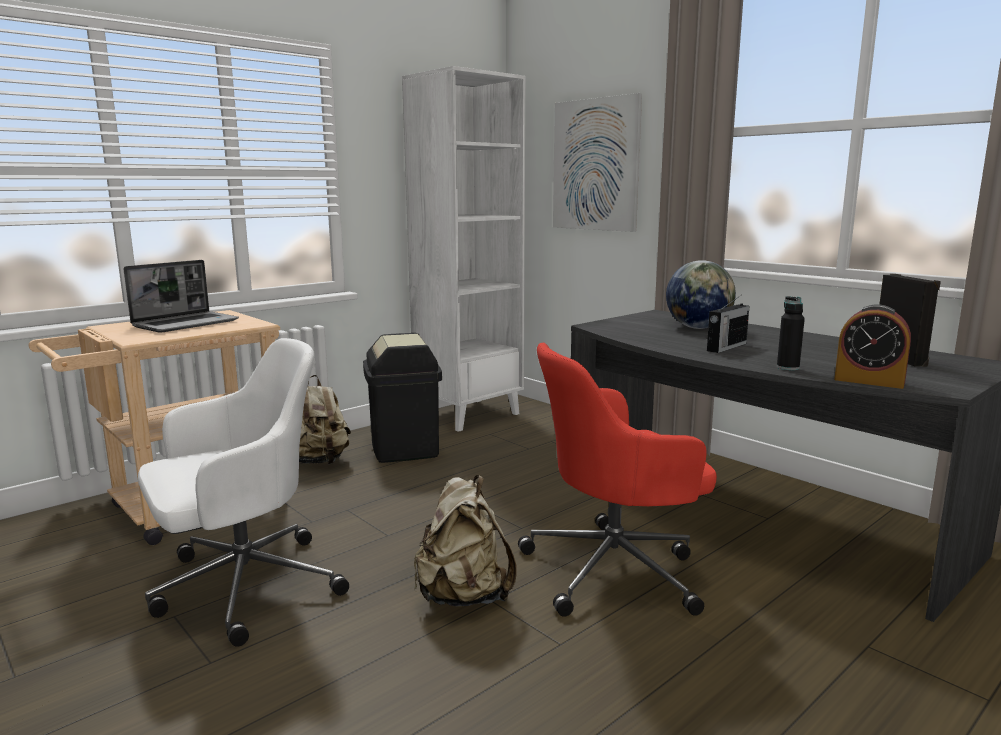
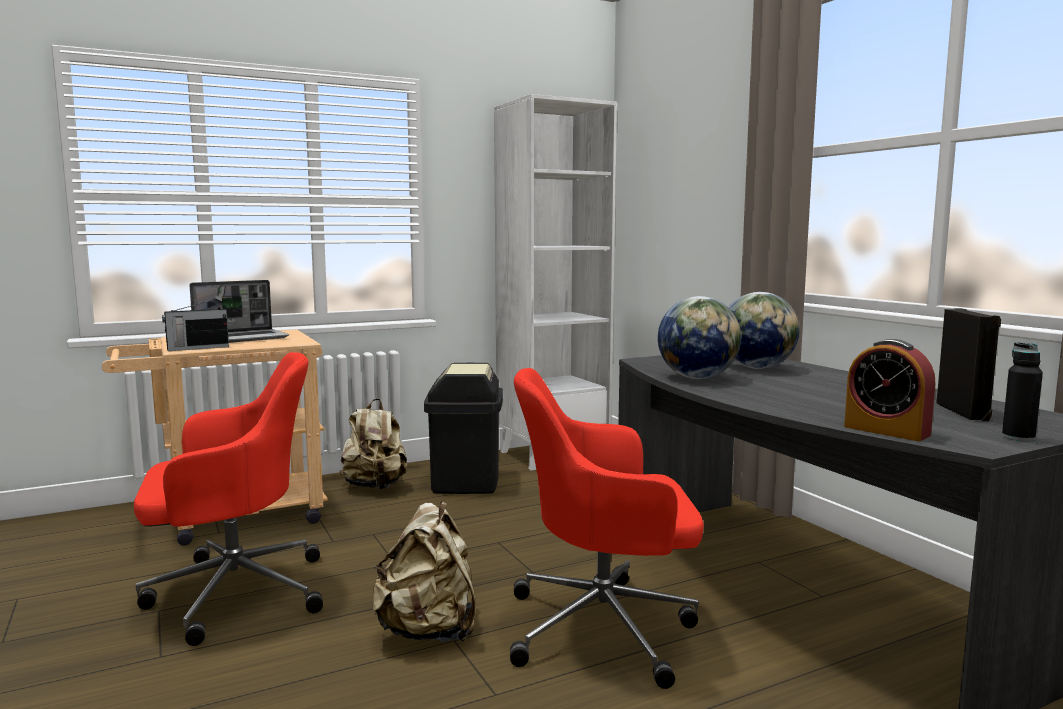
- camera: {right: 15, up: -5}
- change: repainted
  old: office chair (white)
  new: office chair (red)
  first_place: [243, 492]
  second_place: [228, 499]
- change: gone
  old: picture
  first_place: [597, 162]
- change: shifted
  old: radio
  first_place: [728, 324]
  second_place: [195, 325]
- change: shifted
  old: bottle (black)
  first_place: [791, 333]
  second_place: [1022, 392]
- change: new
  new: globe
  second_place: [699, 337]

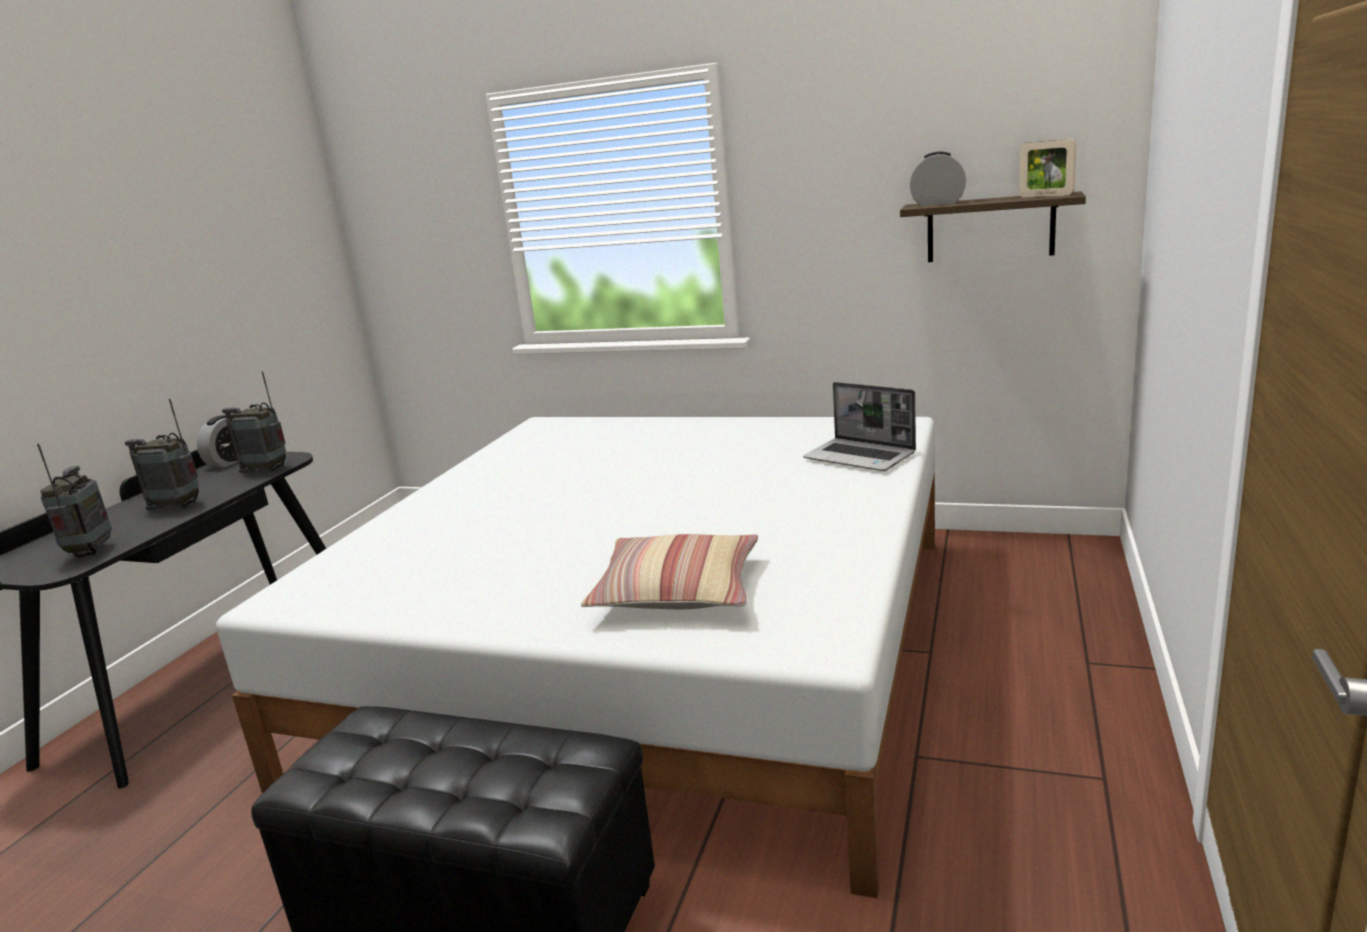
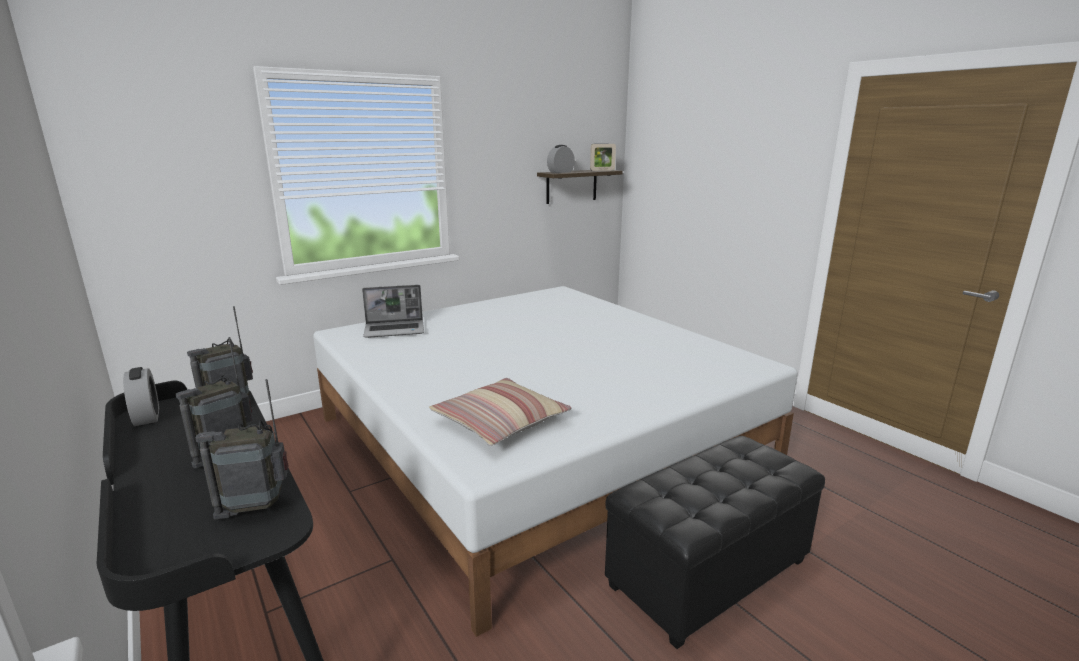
- camera: {right: -55, up: 0}
- change: rotated
  old: radio
  first_place: [74, 500]
  second_place: [242, 449]
  degrees: -45
- change: shifted
  old: pillow
  first_place: [669, 571]
  second_place: [500, 412]
- change: shifted
  old: laptop
  first_place: [859, 426]
  second_place: [393, 311]

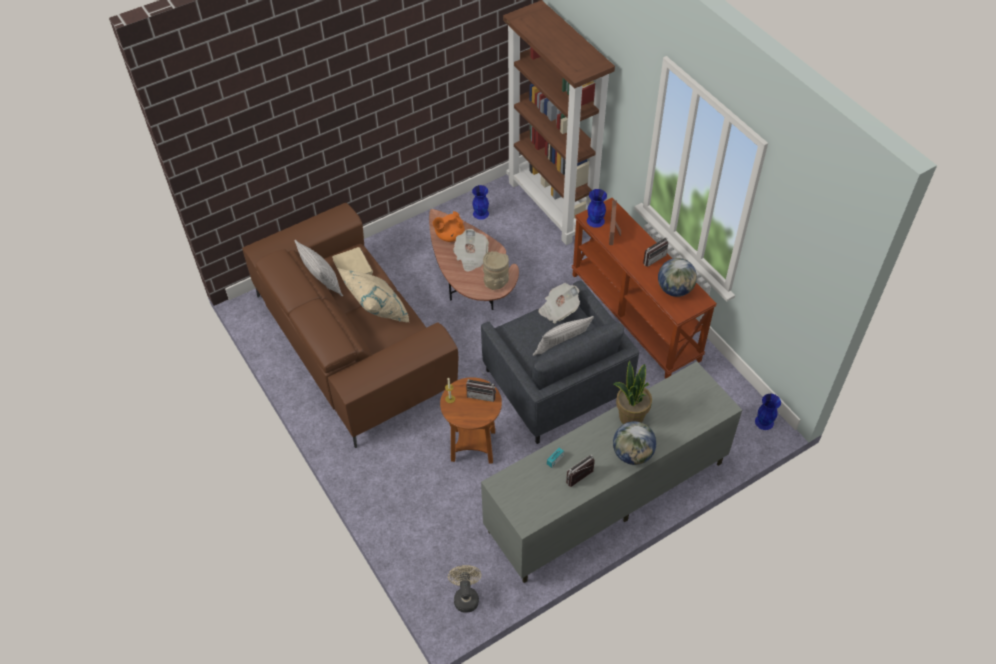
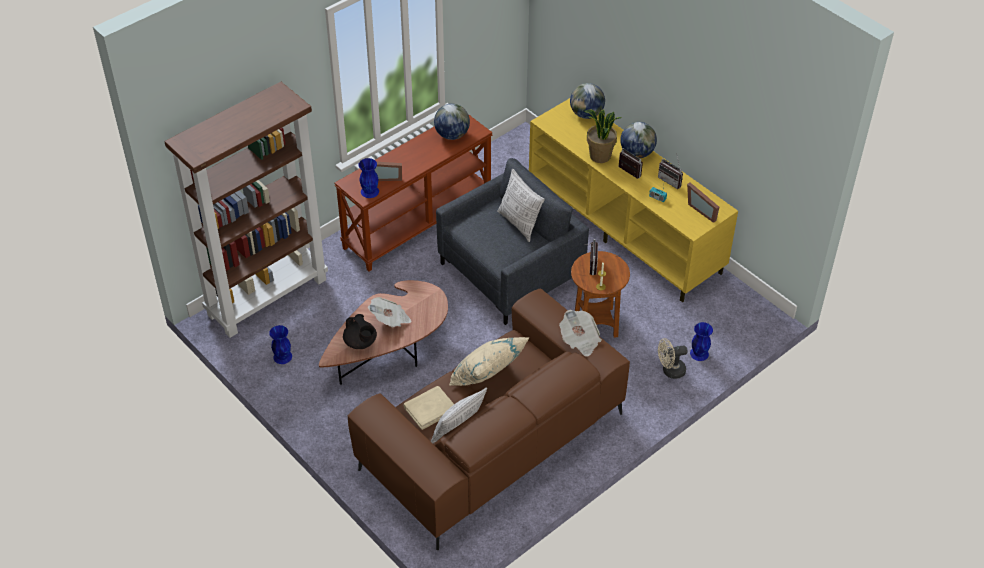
- camera: {right: -100, up: -5}
- change: repainted
  old: teapot (orange)
  new: teapot (black)
  first_place: [448, 226]
  second_place: [360, 331]
- change: shifted
  old: fan (beige)
  first_place: [465, 589]
  second_place: [673, 358]
- change: repainted
  old: tv stand (grey)
  new: tv stand (yellow)
  first_place: [611, 472]
  second_place: [633, 200]
- change: gone
  old: vase (beige)
  first_place: [496, 270]
- change: shifted
  old: newspaper
  first_place: [559, 303]
  second_place: [580, 333]
- change: shifted
  old: radio
  first_place: [655, 250]
  second_place: [631, 163]
- change: shifted
  old: vase (blue)
  first_place: [768, 412]
  second_place: [701, 341]
- change: new
  new: globe
  second_place: [587, 101]
- change: new
  new: picture frame
  second_place: [703, 202]

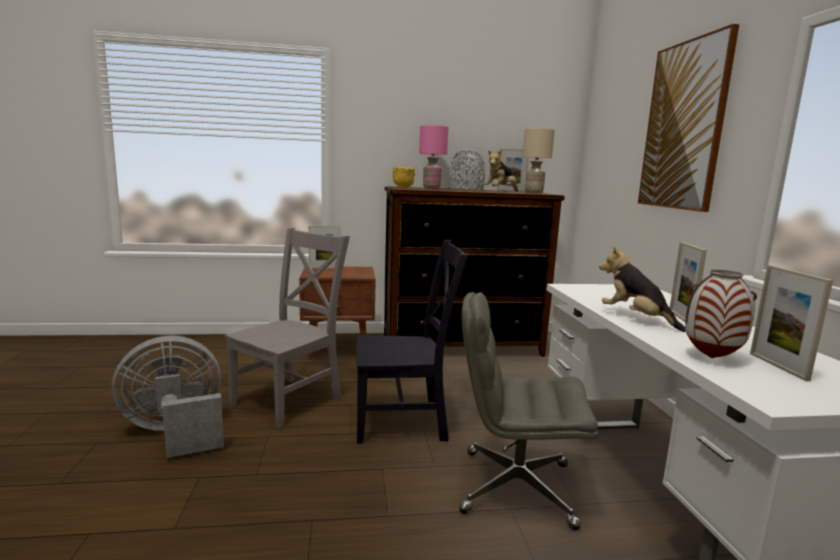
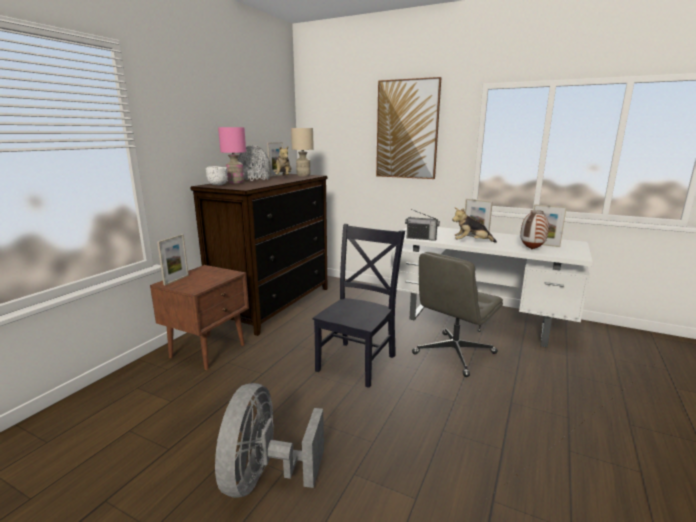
- camera: {right: -55, up: 5}
- change: gone
  old: chair (grey)
  first_place: [287, 328]
- change: repainted
  old: bowl (yellow)
  new: bowl (white)
  first_place: [403, 177]
  second_place: [217, 175]
- change: new
  new: radio
  second_place: [422, 225]

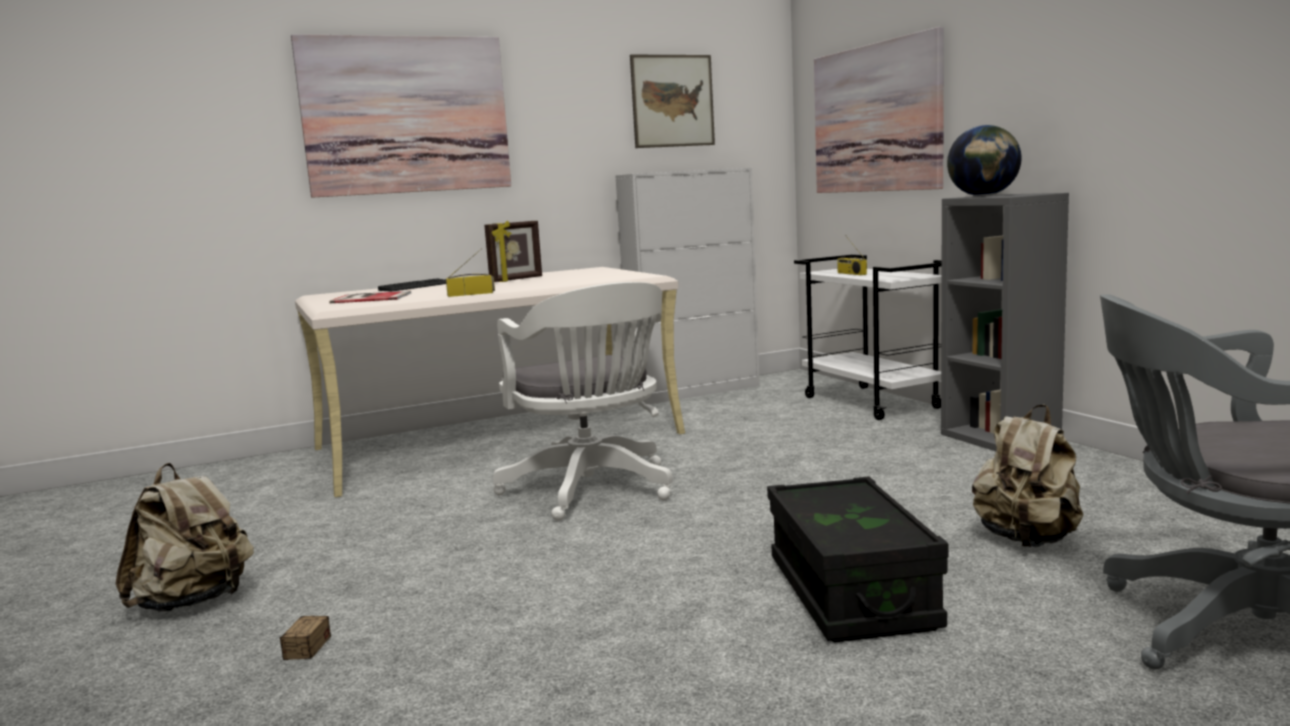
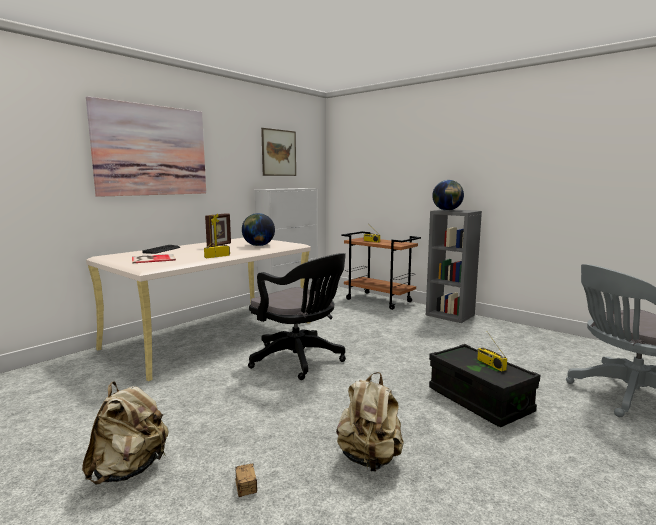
- camera: {right: -25, up: 0}
- change: repainted
  old: office chair (white)
  new: office chair (black)
  first_place: [583, 401]
  second_place: [297, 316]
- change: repainted
  old: cart (white)
  new: cart (brown)
  first_place: [868, 337]
  second_place: [381, 270]
- change: gone
  old: picture
  first_place: [879, 110]
- change: shifted
  old: backpack (beige)
  first_place: [1027, 475]
  second_place: [370, 421]
- change: new
  new: globe
  second_place: [258, 229]
- change: new
  new: radio
  second_place: [492, 352]

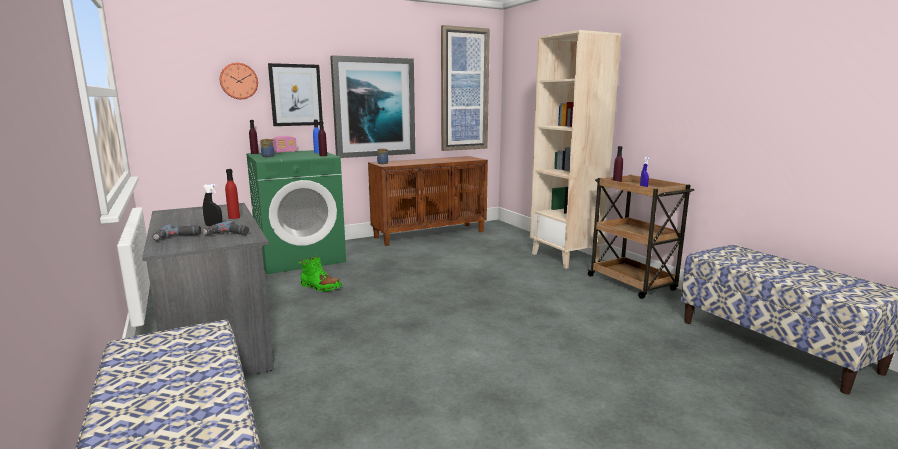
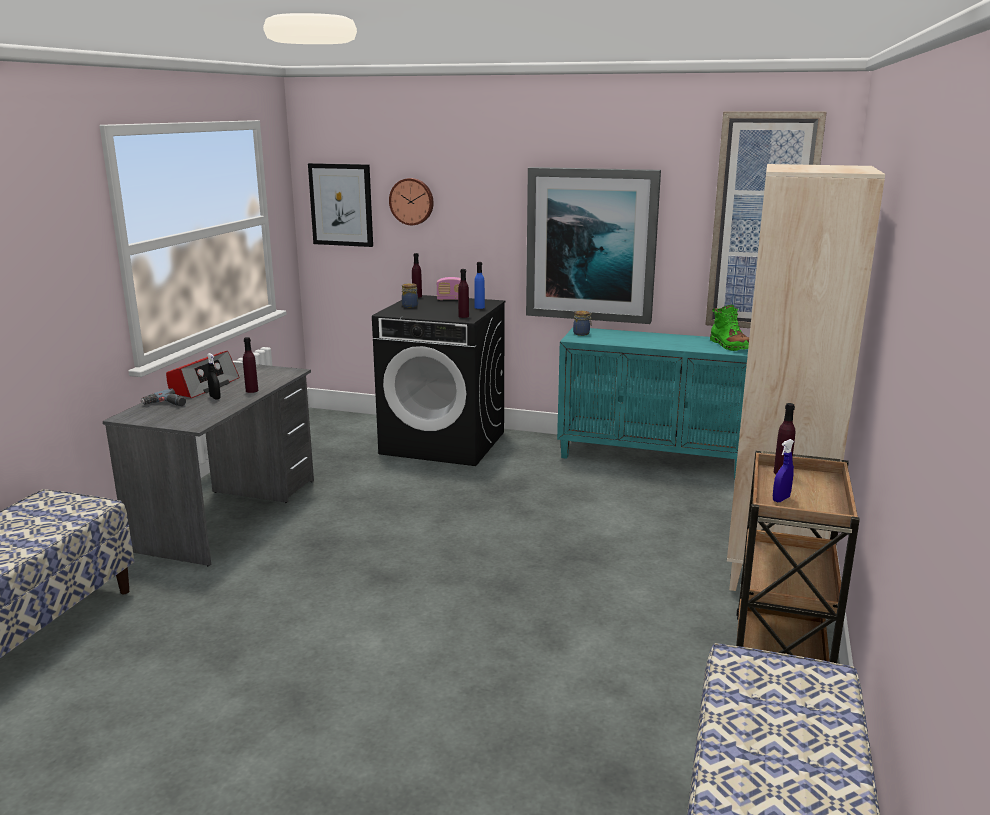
- camera: {right: 45, up: 5}
- change: gone
  old: power drill
  first_place: [226, 227]
- change: repainted
  old: bottle (red)
  new: bottle (purple)
  first_place: [232, 194]
  second_place: [250, 365]
- change: repainted
  old: washing machine (green)
  new: washing machine (black)
  first_place: [296, 212]
  second_place: [439, 380]
- change: shifted
  old: picture
  first_place: [295, 94]
  second_place: [340, 205]
- change: shifted
  old: boot (green)
  first_place: [320, 274]
  second_place: [729, 328]
- change: repainted
  old: cabinet (brown)
  new: cabinet (turquoise)
  first_place: [428, 201]
  second_place: [652, 403]
- change: new
  new: radio
  second_place: [203, 374]

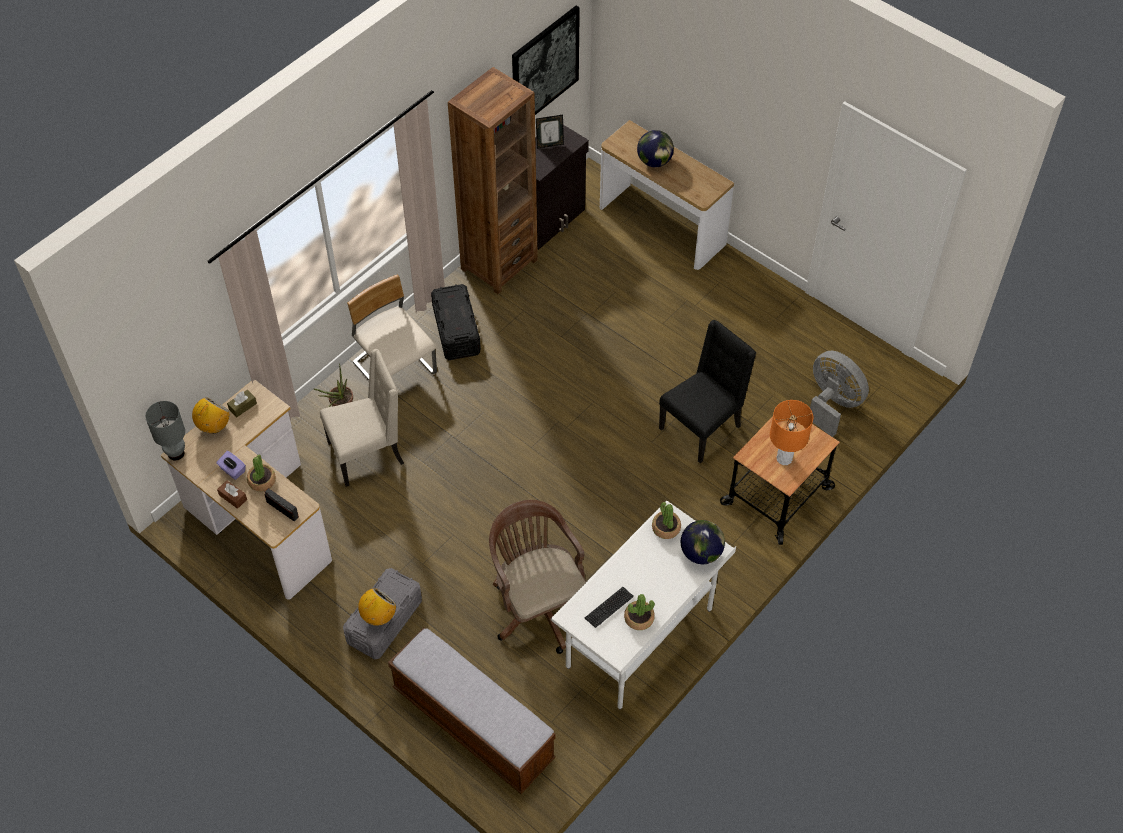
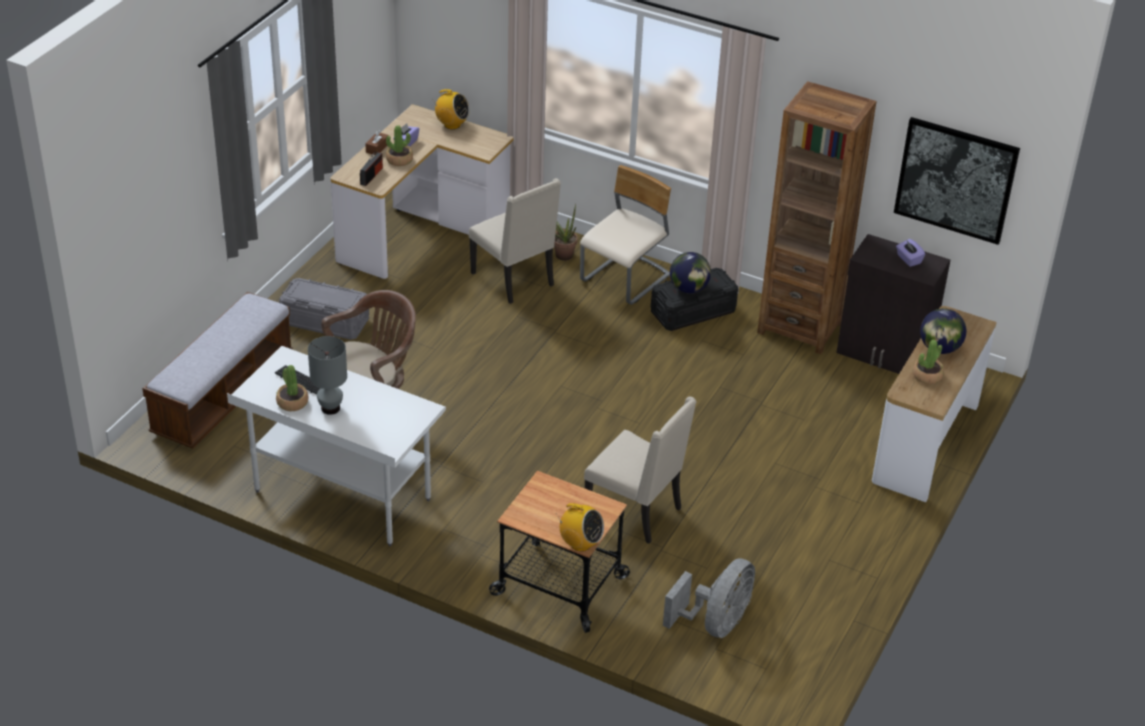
- camera: {right: 75, up: -15}
- change: shifted
  old: table lamp (grey)
  first_place: [165, 431]
  second_place: [327, 375]
- change: gone
  old: tissue box (brown)
  first_place: [242, 403]
- change: shifted
  old: radio
  first_place: [377, 607]
  second_place: [581, 527]
- change: swapped
  old: picture frame
  new: tissue box (purple)
  first_place: [550, 132]
  second_place: [910, 253]
- change: shifted
  old: potted plant
  first_place: [666, 520]
  second_place: [928, 362]
- change: repainted
  old: chair (black)
  new: chair (beige)
  first_place: [707, 391]
  second_place: [640, 470]
- change: shifted
  old: globe
  first_place: [703, 542]
  second_place: [690, 272]
- change: gone
  old: table lamp (orange)
  first_place: [791, 432]

